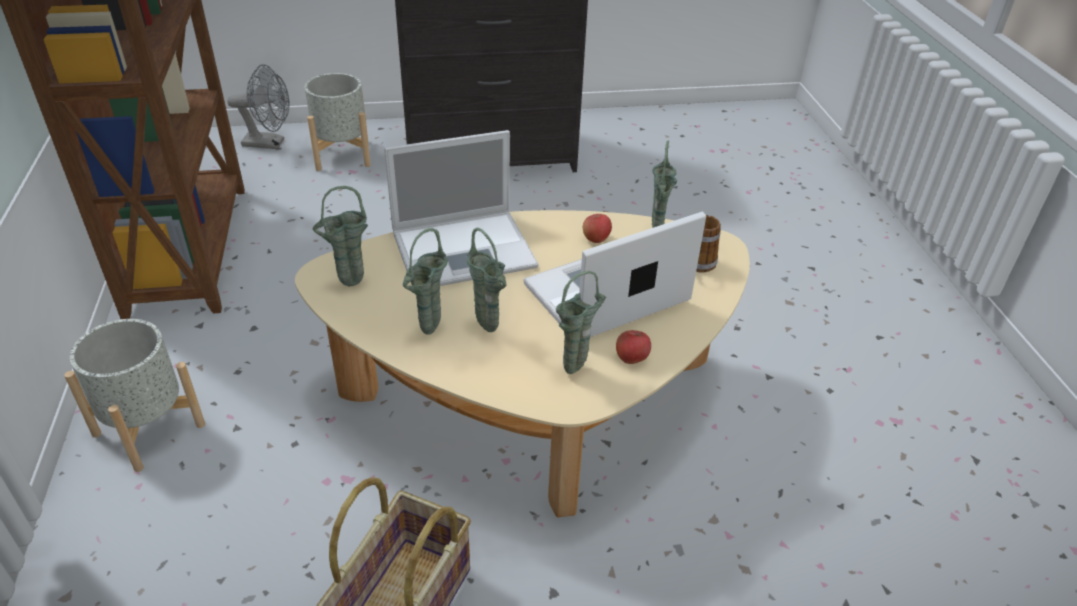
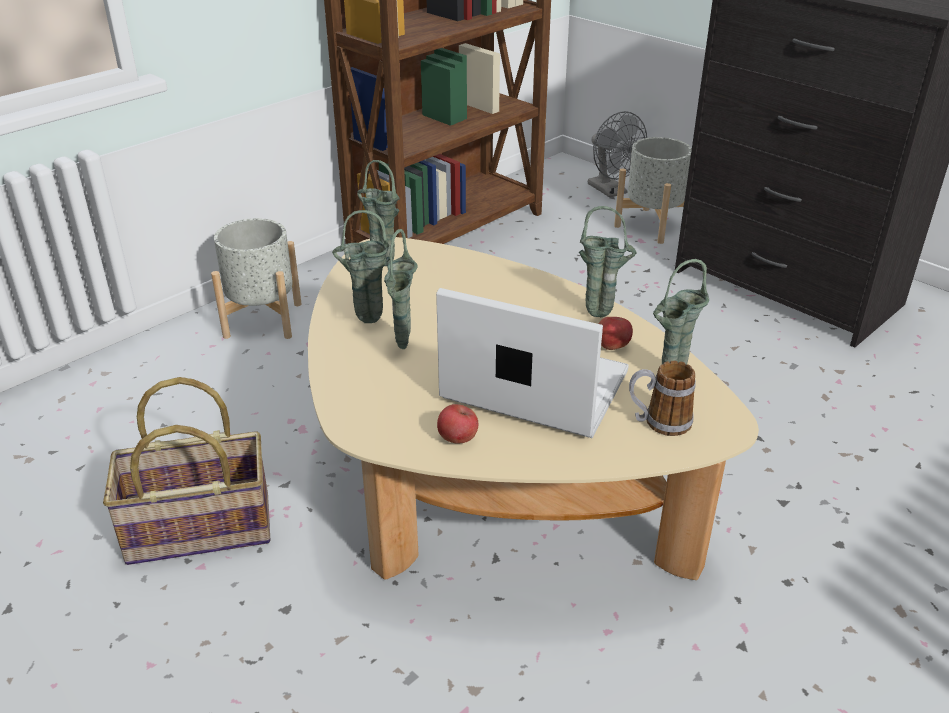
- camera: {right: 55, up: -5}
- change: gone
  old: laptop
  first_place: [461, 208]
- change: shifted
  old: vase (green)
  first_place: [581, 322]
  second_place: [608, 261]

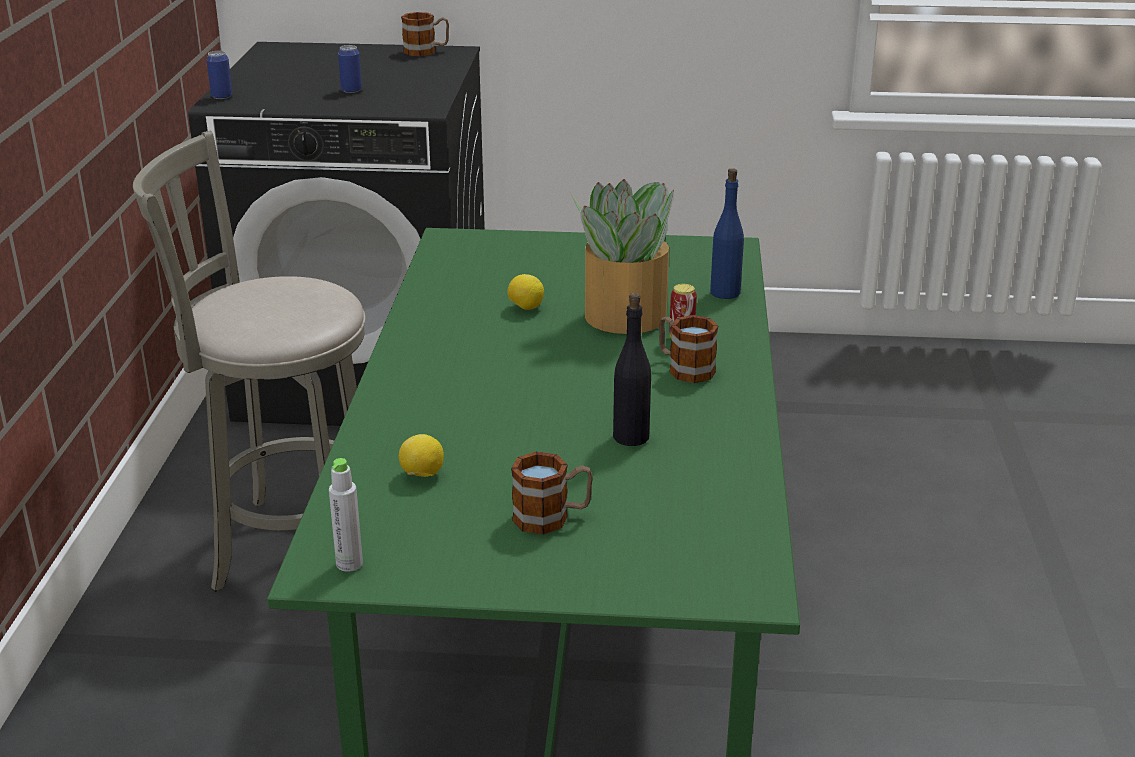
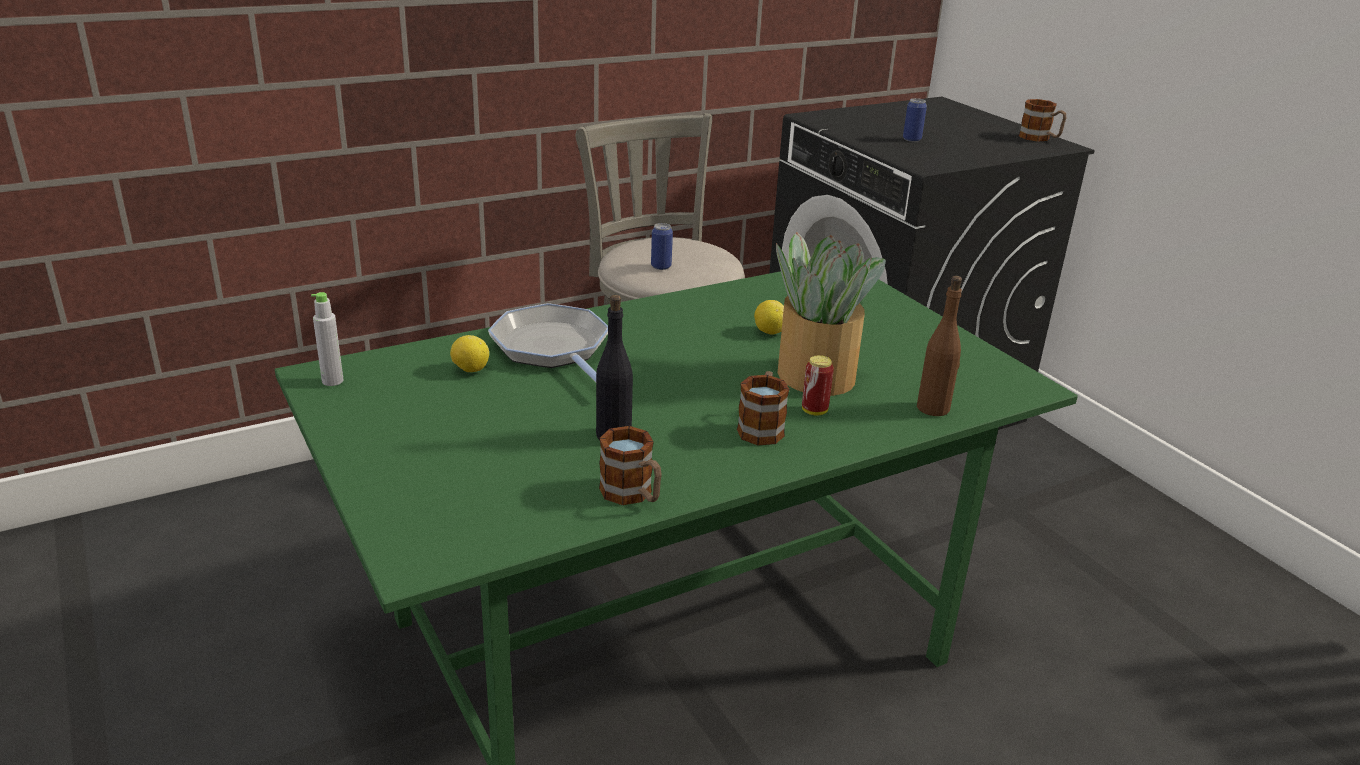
- camera: {right: 55, up: 0}
- change: shifted
  old: can
  first_place: [220, 75]
  second_place: [662, 246]
- change: shifted
  old: mug
  first_place: [552, 493]
  second_place: [630, 465]
- change: repainted
  old: bottle (blue)
  new: bottle (brown)
  first_place: [727, 233]
  second_place: [939, 346]
- change: new
  new: frying pan
  second_place: [548, 342]

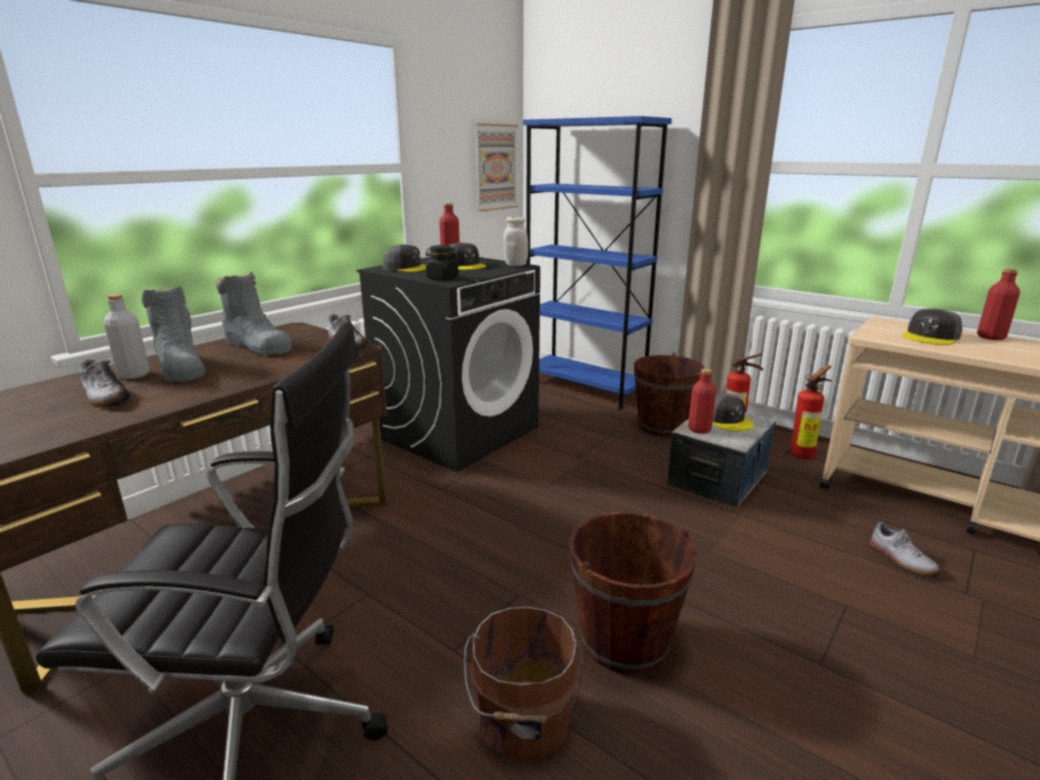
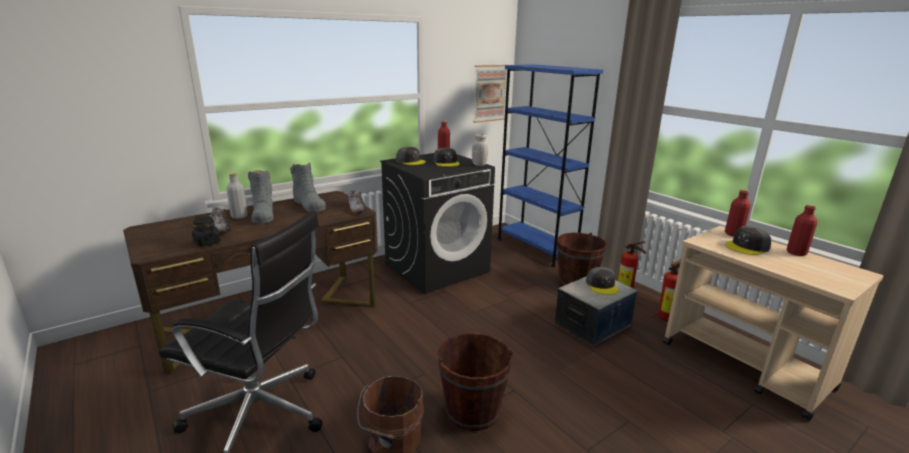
- camera: {right: 15, up: 0}
- change: shifted
  old: jar (black)
  first_place: [442, 262]
  second_place: [206, 232]
- change: shifted
  old: bottle (red)
  first_place: [702, 401]
  second_place: [738, 213]
- change: gone
  old: shoe
  first_place: [905, 550]

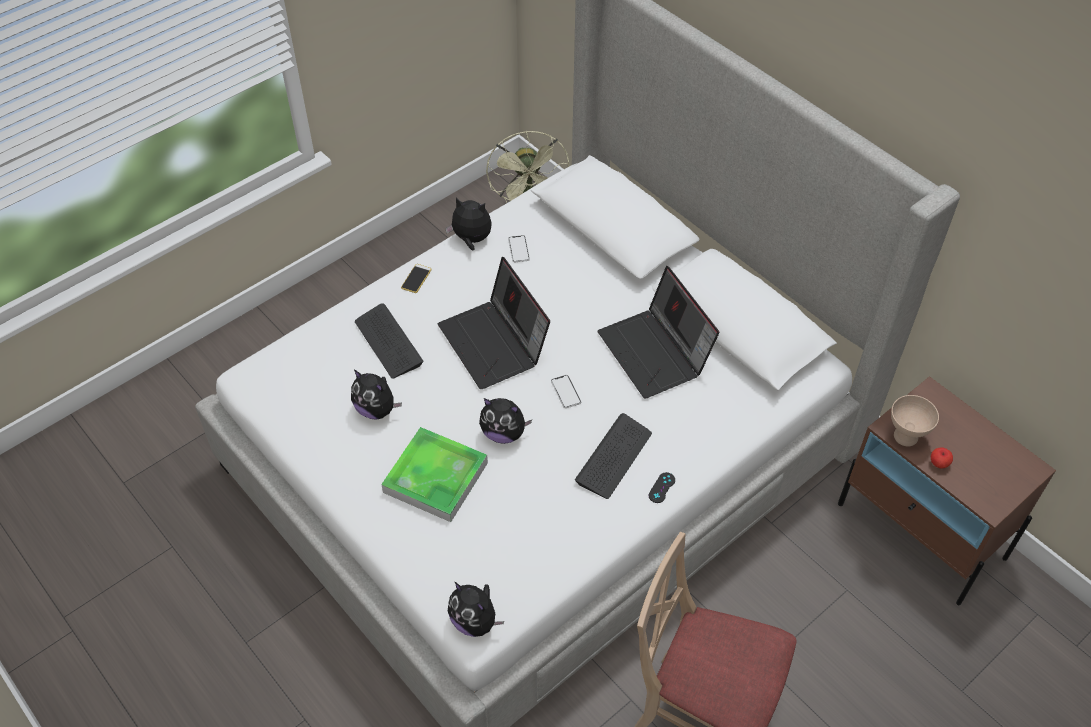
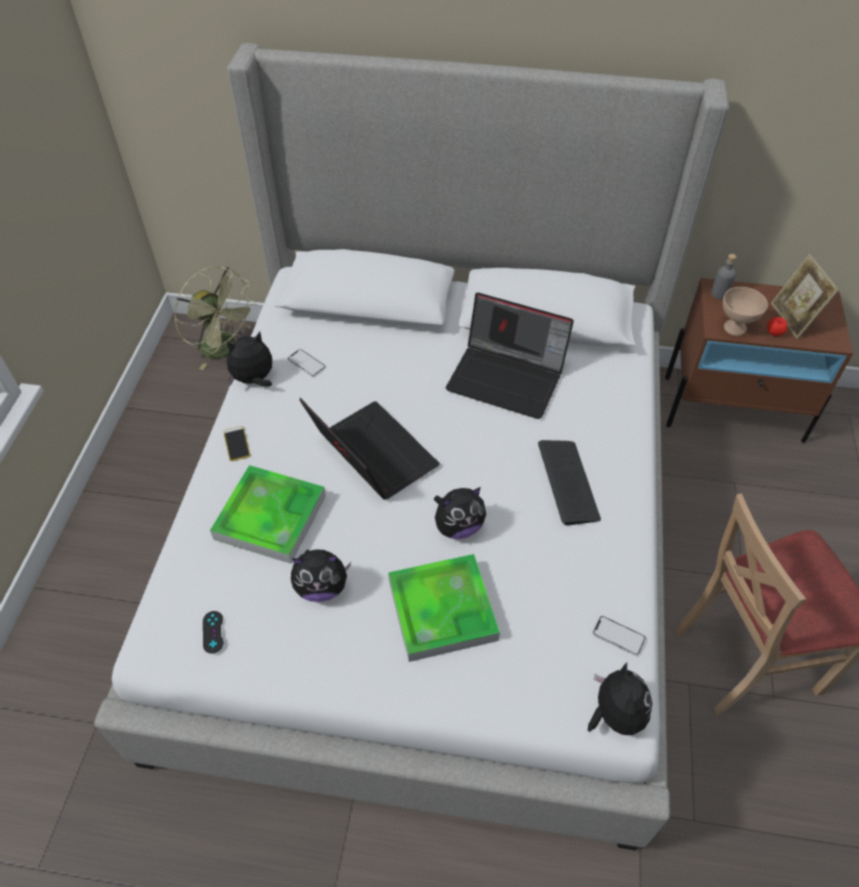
- camera: {right: -40, up: 0}
- change: swapped
  old: keyboard
  new: tray
  first_place: [389, 341]
  second_place: [268, 514]
- change: rotated
  old: laptop
  first_place: [494, 323]
  second_place: [369, 449]
  degrees: -150
- change: rotated
  old: plush toy
  first_place: [476, 609]
  second_place: [620, 698]
  degrees: -105
- change: shifted
  old: phone
  first_place: [566, 391]
  second_place: [619, 636]
- change: shifted
  old: game controller (black)
  first_place: [662, 487]
  second_place: [213, 632]
- change: new
  new: bottle (grey)
  second_place: [724, 276]
- change: new
  new: picture frame
  second_place: [805, 296]

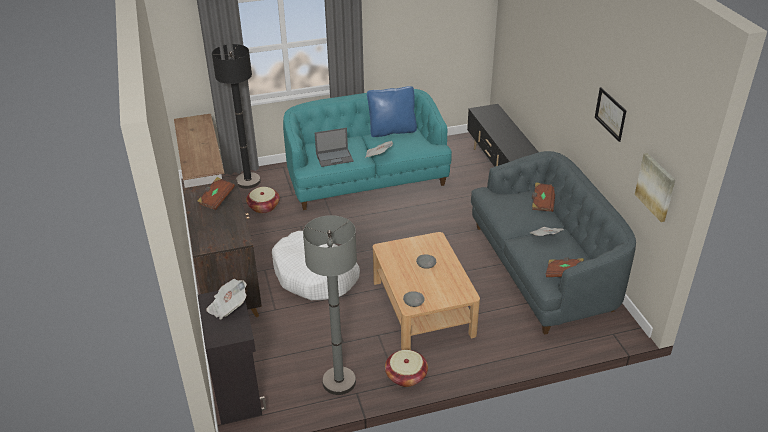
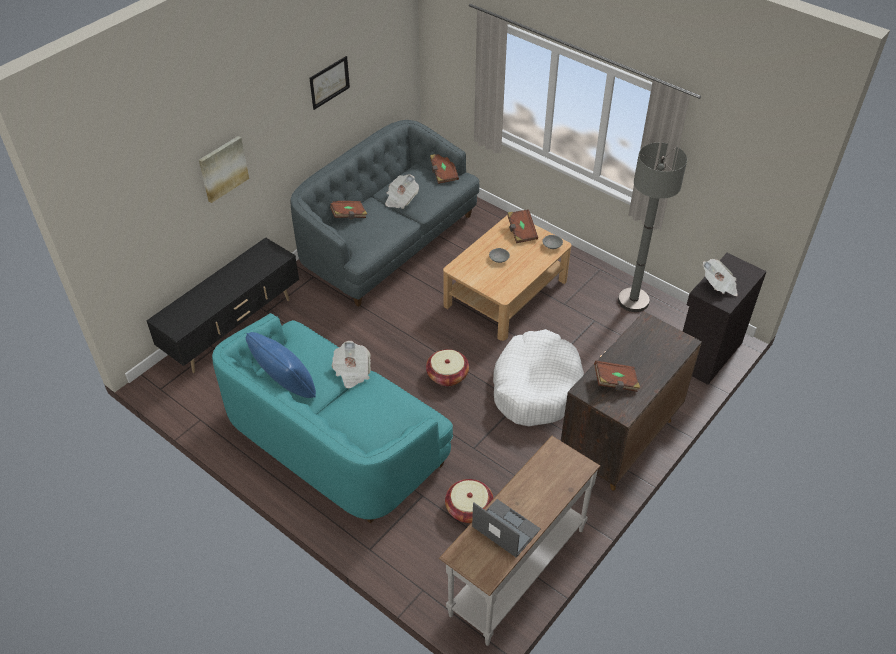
- camera: {right: -125, up: 10}
- change: gone
  old: floor lamp (black)
  first_place: [236, 116]
- change: shifted
  old: laptop
  first_place: [334, 147]
  second_place: [506, 528]
- change: shifted
  old: basket
  first_place: [406, 368]
  second_place: [447, 367]
- change: shifted
  old: picture
  first_place: [655, 187]
  second_place: [224, 169]
- change: new
  new: book (brown)
  second_place: [522, 226]

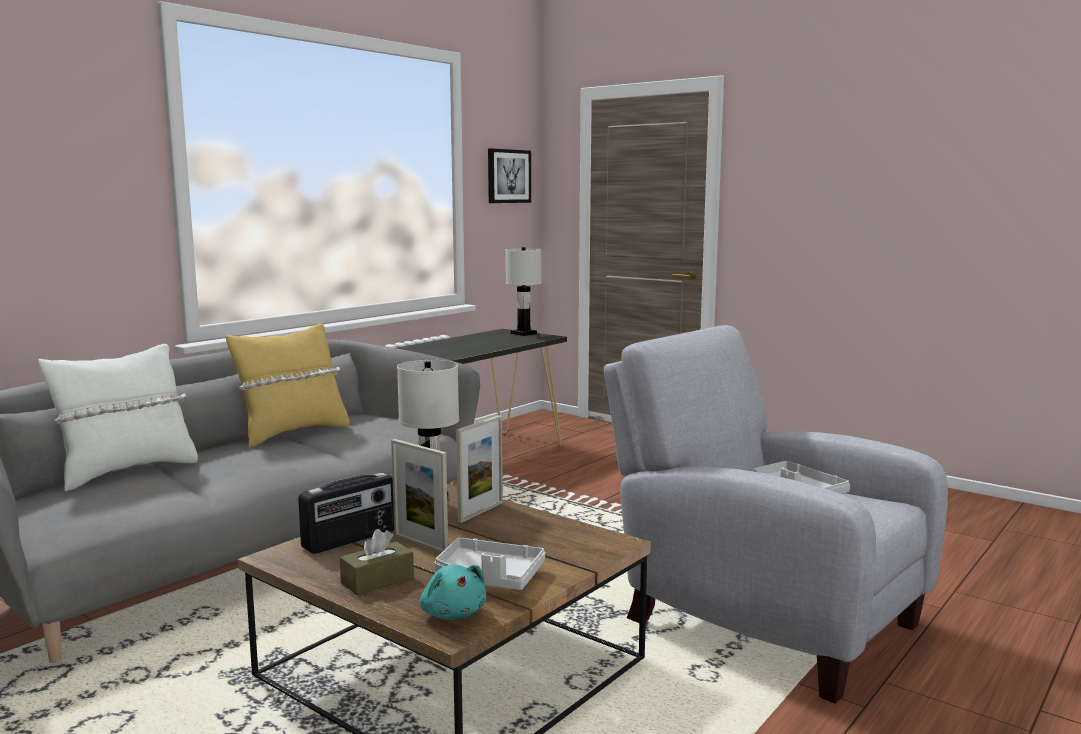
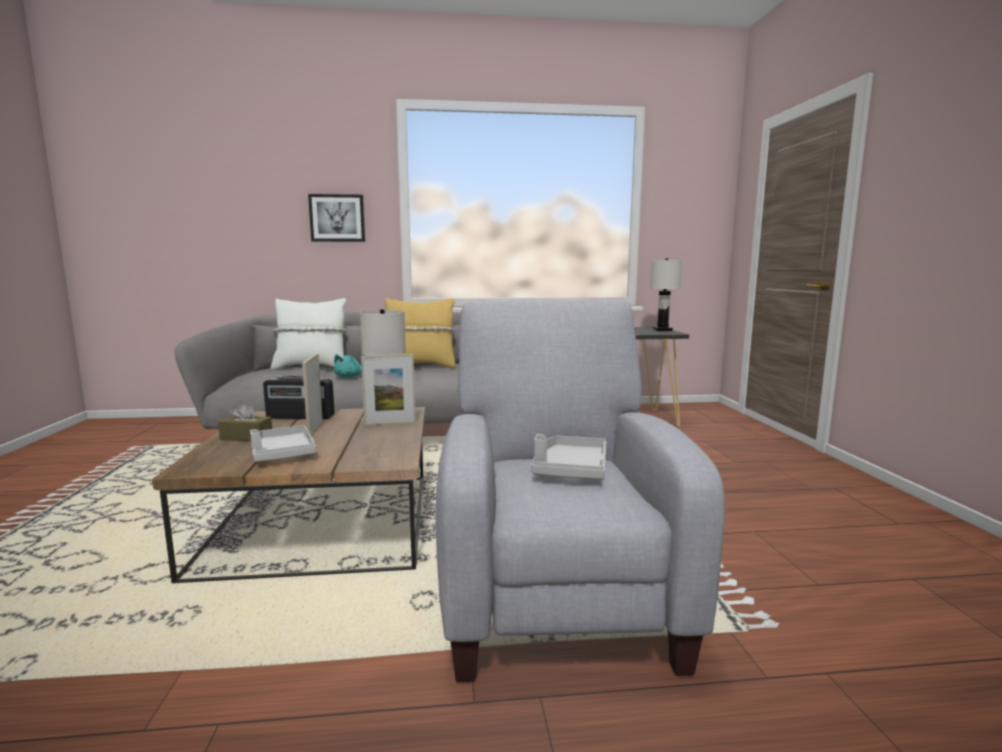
- camera: {right: 45, up: 0}
- change: shifted
  old: plush toy (turquoise)
  first_place: [453, 592]
  second_place: [348, 366]
- change: shifted
  old: picture
  first_place: [509, 175]
  second_place: [336, 218]

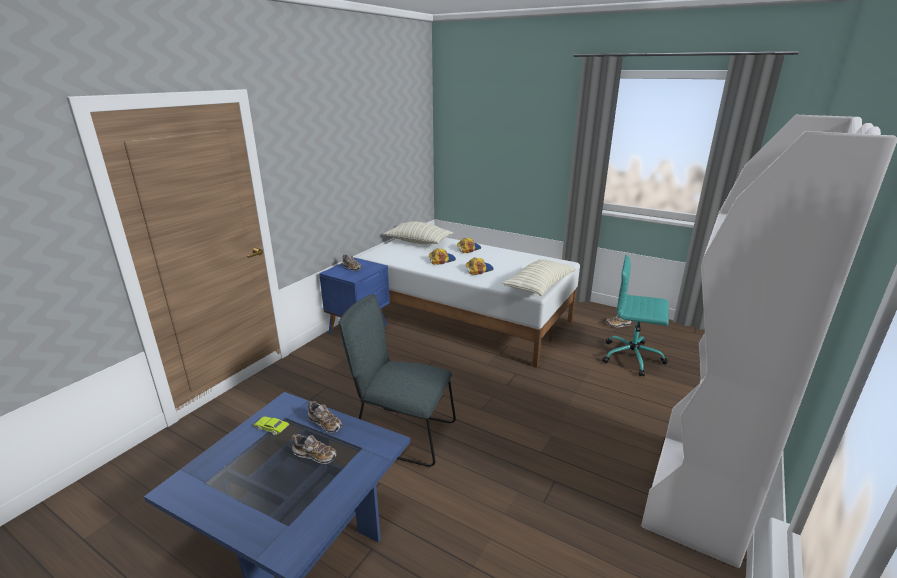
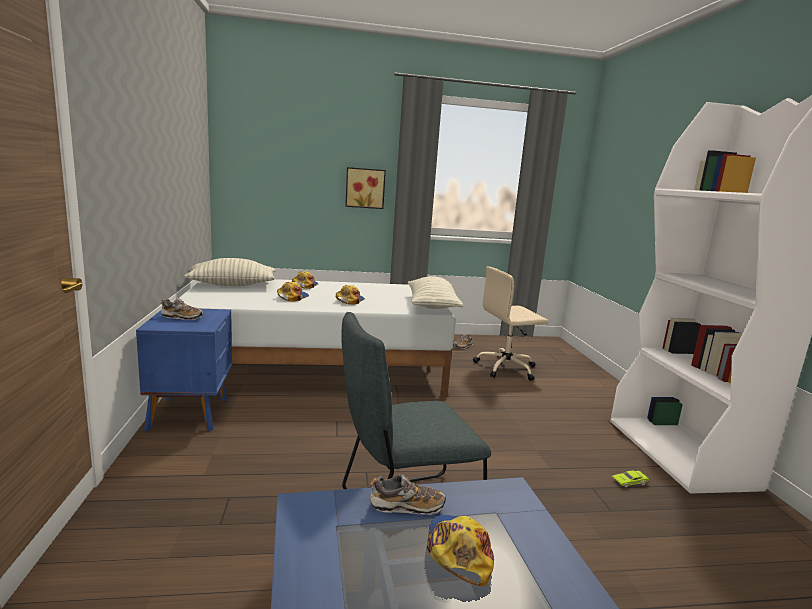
- camera: {right: -40, up: -10}
- change: shifted
  old: toy car (green)
  first_place: [271, 425]
  second_place: [630, 478]
- change: swapped
  old: shoe
  new: cap
  first_place: [314, 449]
  second_place: [460, 550]
- change: repainted
  old: office chair (turquoise)
  new: office chair (beige)
  first_place: [635, 315]
  second_place: [510, 323]
- change: new
  new: picture
  second_place: [365, 188]

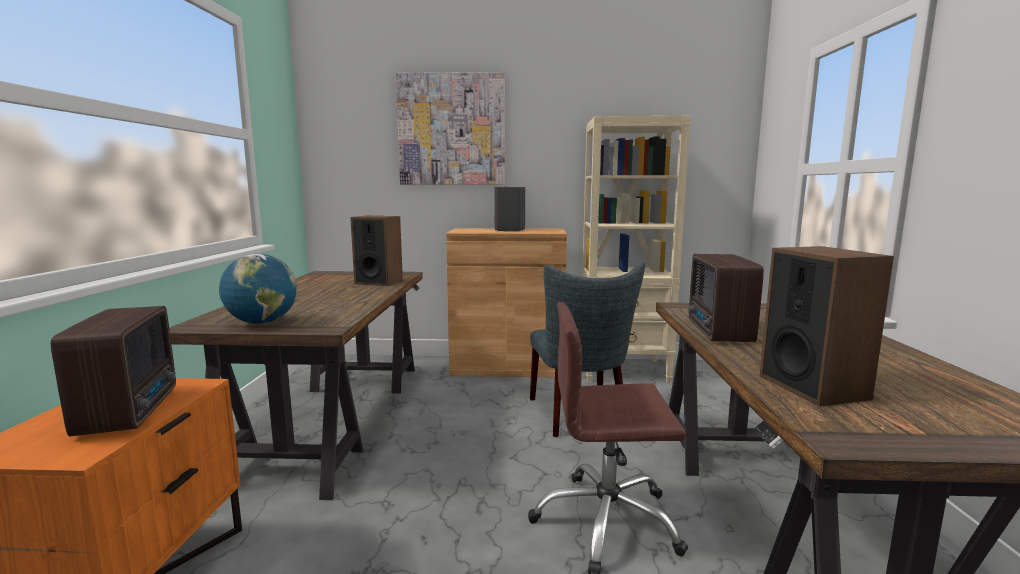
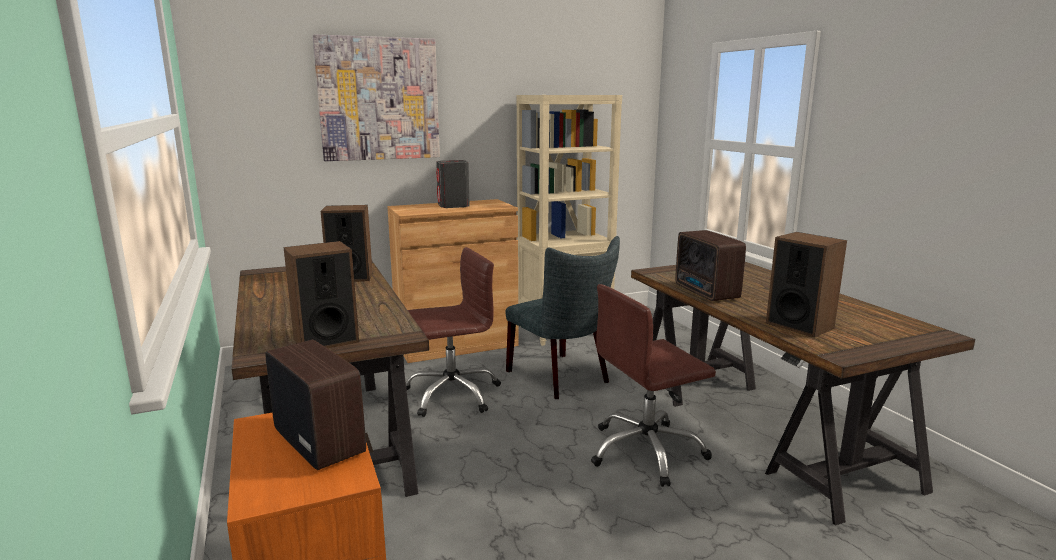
- camera: {right: -25, up: 5}
- change: swapped
  old: globe
  new: speaker
  first_place: [258, 289]
  second_place: [321, 294]
- change: new
  new: office chair (brown)
  second_place: [453, 332]

